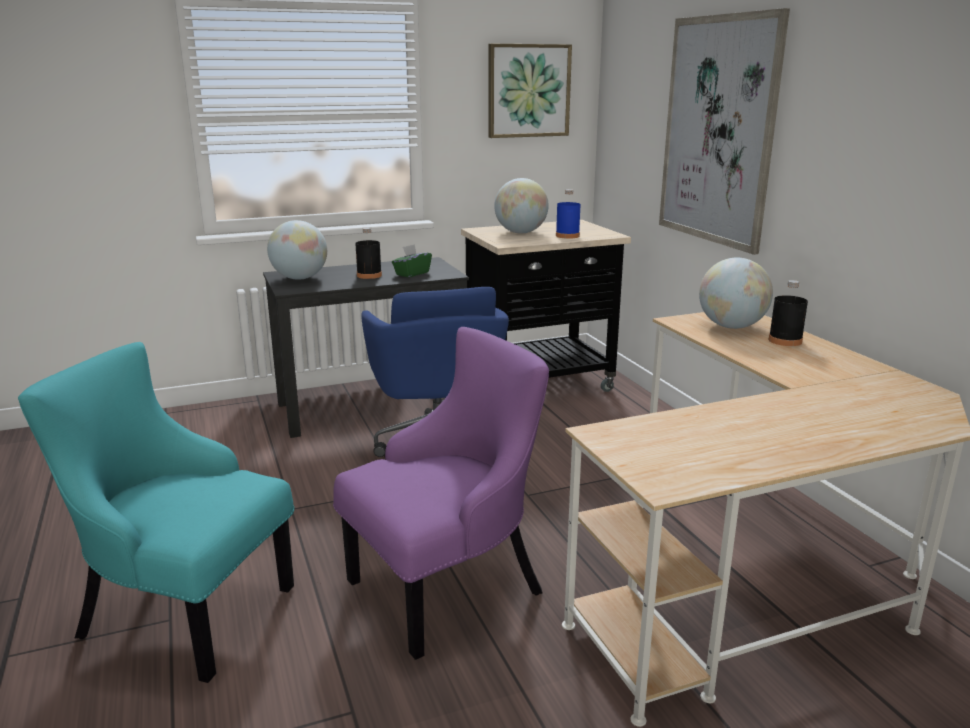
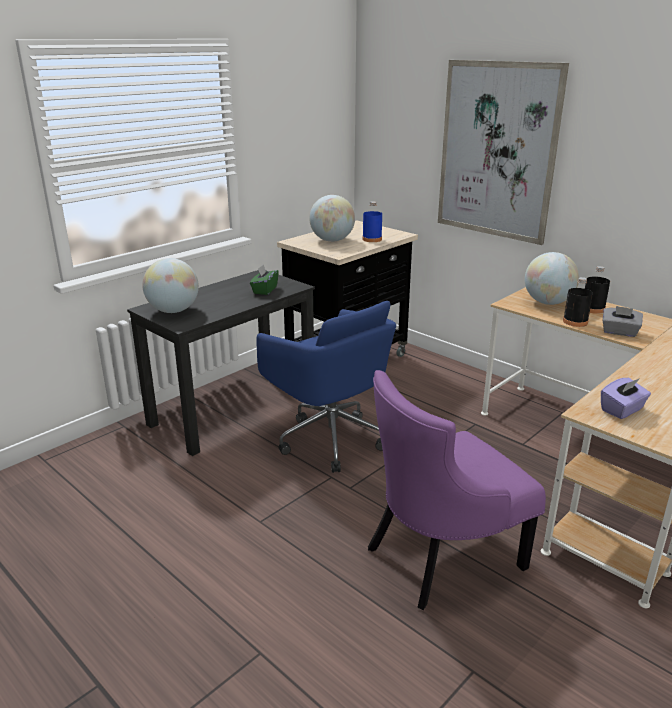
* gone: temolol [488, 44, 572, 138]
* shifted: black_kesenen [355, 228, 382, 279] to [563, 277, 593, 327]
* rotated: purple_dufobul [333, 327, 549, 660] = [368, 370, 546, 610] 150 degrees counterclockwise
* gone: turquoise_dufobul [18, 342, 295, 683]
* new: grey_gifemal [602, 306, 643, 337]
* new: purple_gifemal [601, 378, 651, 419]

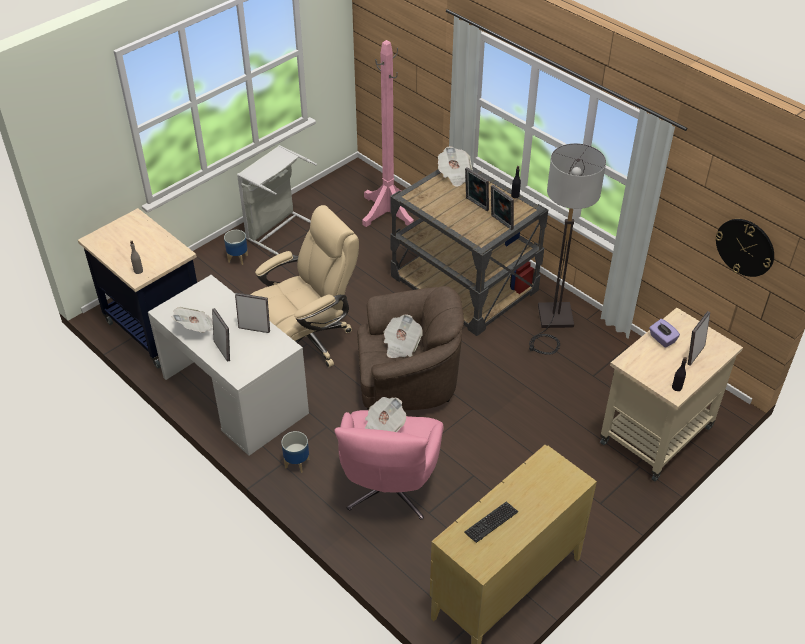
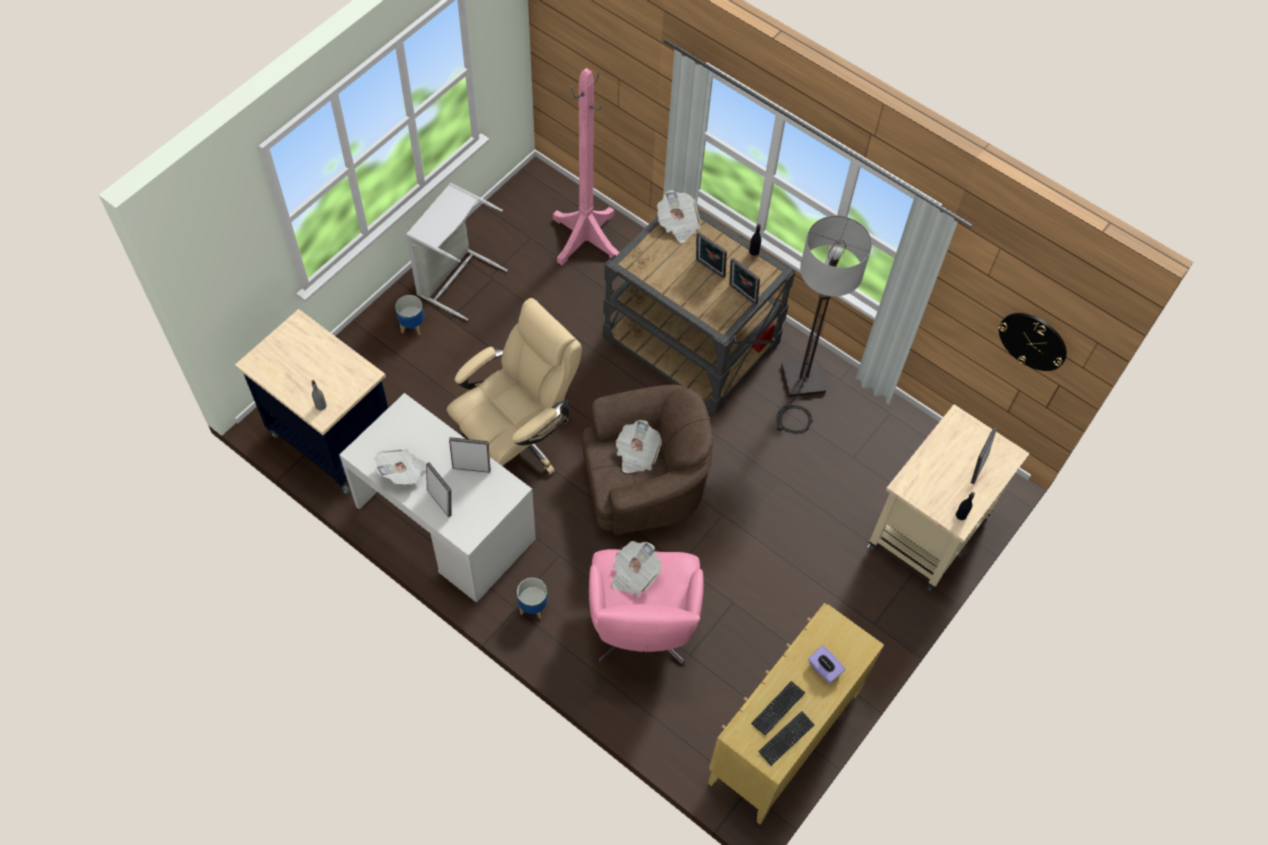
* shifted: purple_gifemal [649, 319, 680, 348] to [808, 646, 845, 683]
* new: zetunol [758, 711, 815, 766]

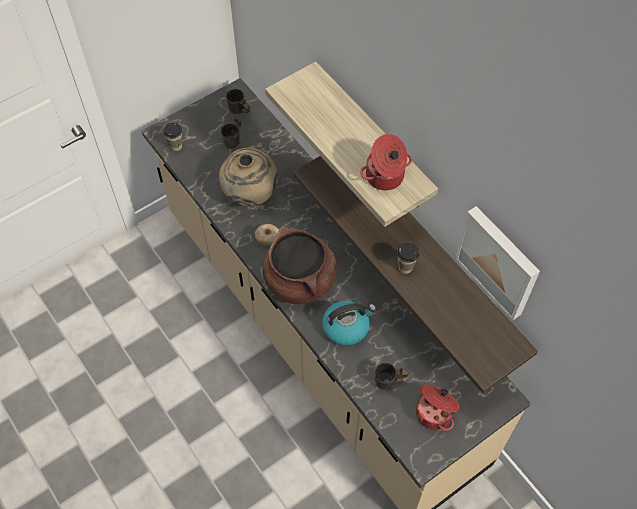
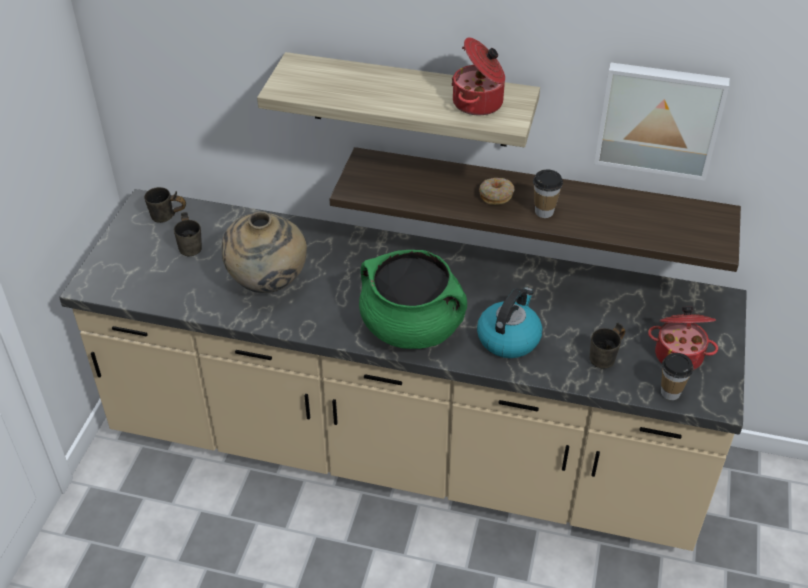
* shifted: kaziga [163, 122, 182, 151] to [661, 353, 693, 400]
* shifted: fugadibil [255, 224, 279, 245] to [479, 178, 515, 205]
* repainted: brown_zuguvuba [262, 226, 337, 304] to green_zuguvuba [359, 250, 467, 349]

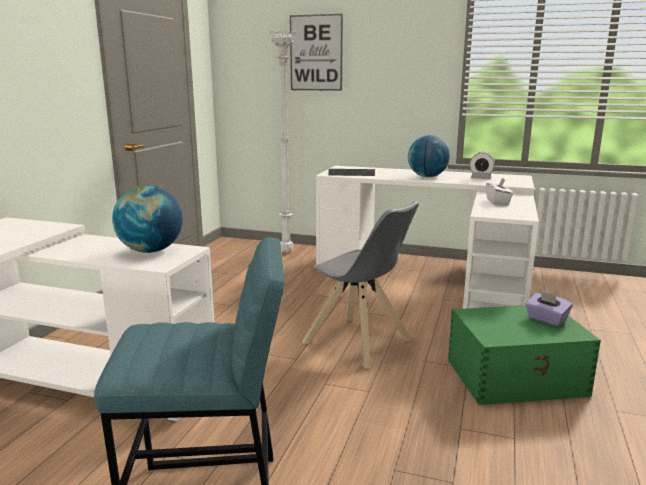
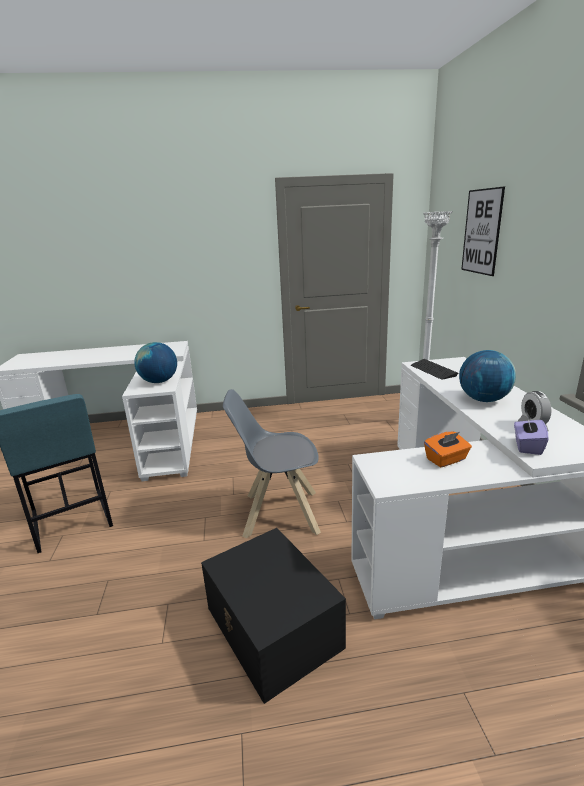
* repainted: white_gifemal [486, 178, 513, 204] to orange_gifemal [424, 431, 472, 467]
* rotated: grey_dufobul [302, 201, 419, 369] = [223, 389, 321, 539] 75 degrees clockwise
* shifted: purple_gifemal [525, 291, 573, 326] to [514, 414, 549, 455]
* repainted: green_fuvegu [448, 305, 601, 405] to black_fuvegu [201, 528, 346, 704]

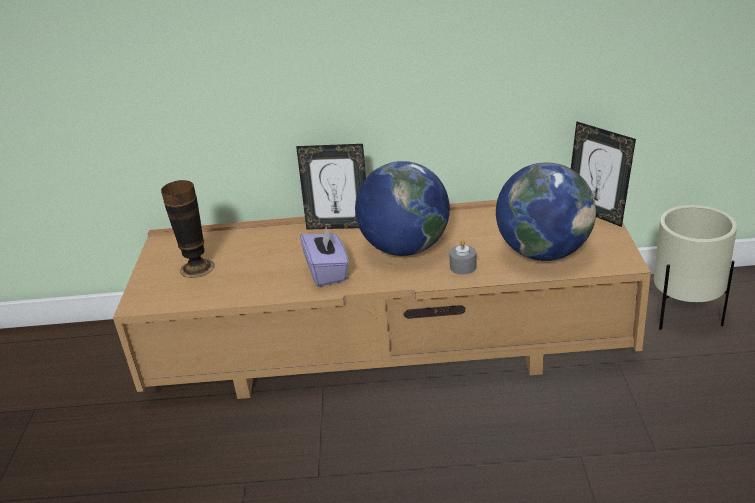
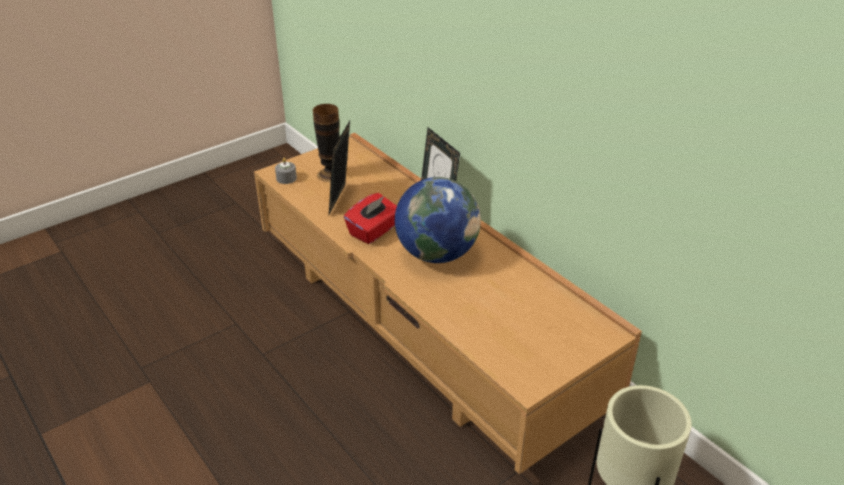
* shifted: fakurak [571, 121, 636, 227] to [329, 121, 350, 214]
* gone: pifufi [496, 162, 596, 261]
* repainted: purple_gifemal [300, 227, 349, 287] to red_gifemal [344, 193, 397, 244]
* shifted: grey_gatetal [449, 240, 477, 274] to [275, 158, 297, 184]

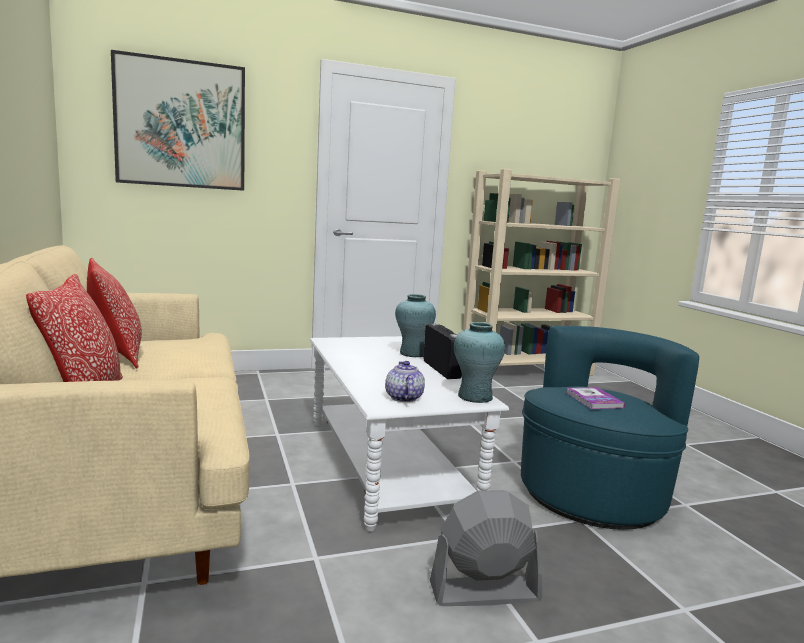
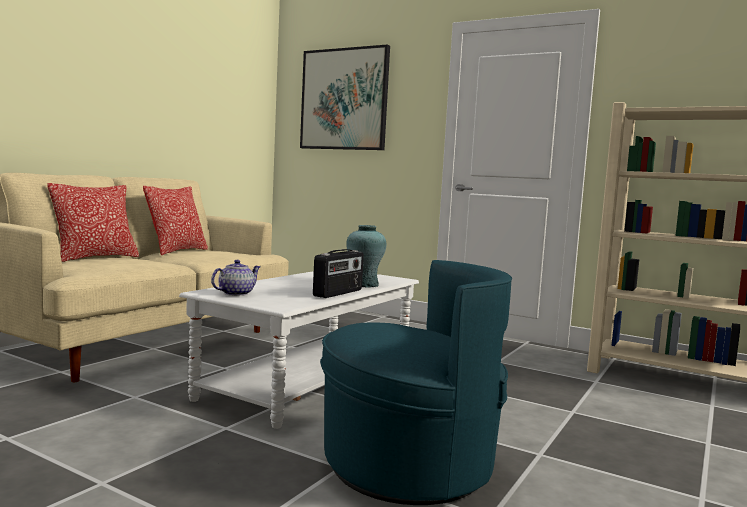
* gone: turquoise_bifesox [454, 322, 505, 403]
* gone: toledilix [566, 387, 625, 409]
* gone: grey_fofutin [430, 490, 543, 606]

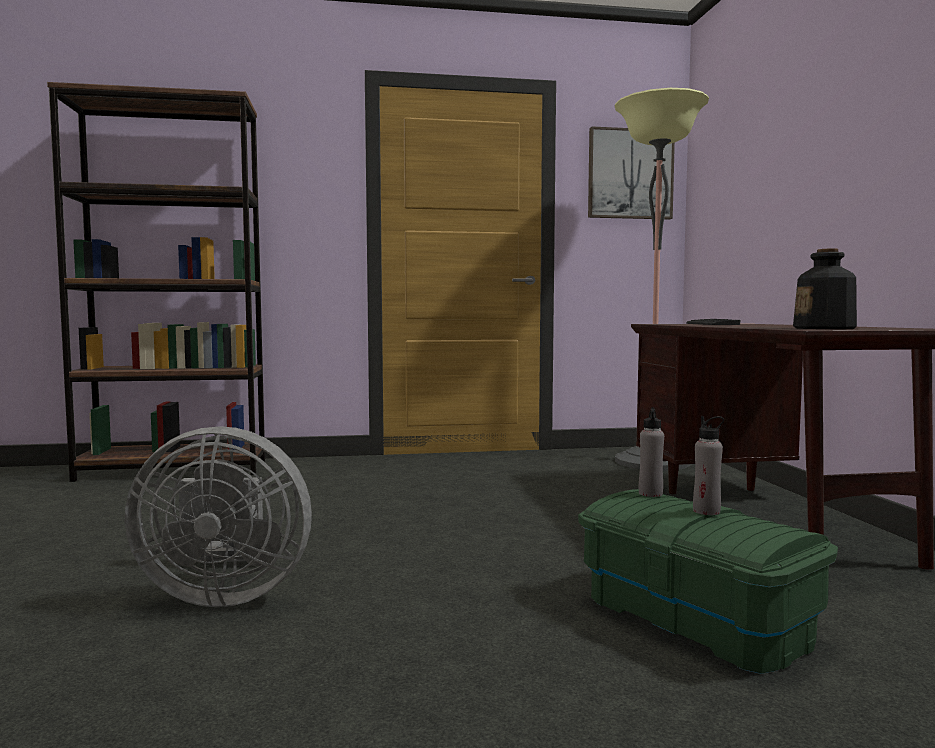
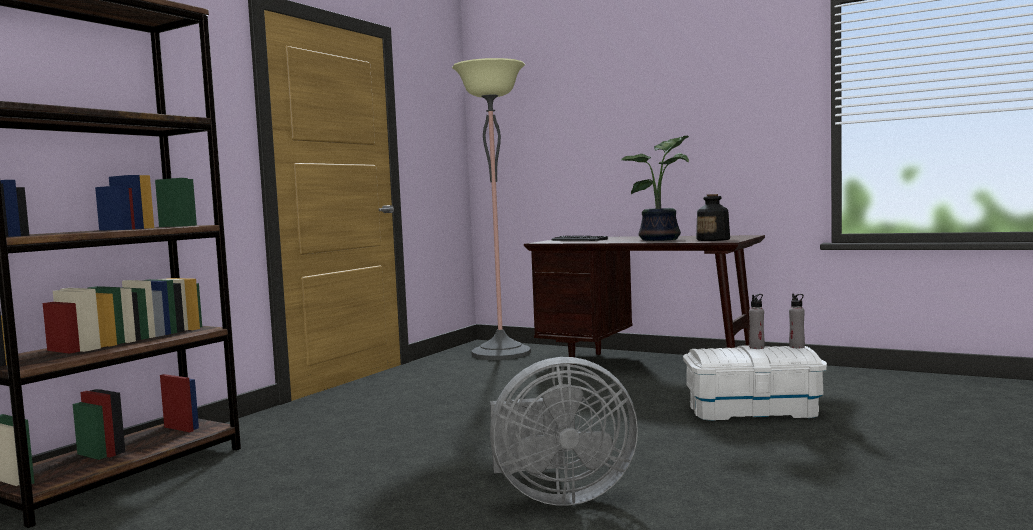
* gone: temolol [588, 126, 675, 219]
* shifted: grey_kesenen [639, 407, 664, 497] to [789, 293, 805, 348]
* rotated: grey_fofutin [125, 426, 312, 607] = [490, 357, 638, 505] 45 degrees clockwise
* repainted: green_fuvegu [578, 489, 838, 674] to white_fuvegu [683, 345, 827, 421]
* new: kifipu [621, 135, 689, 241]

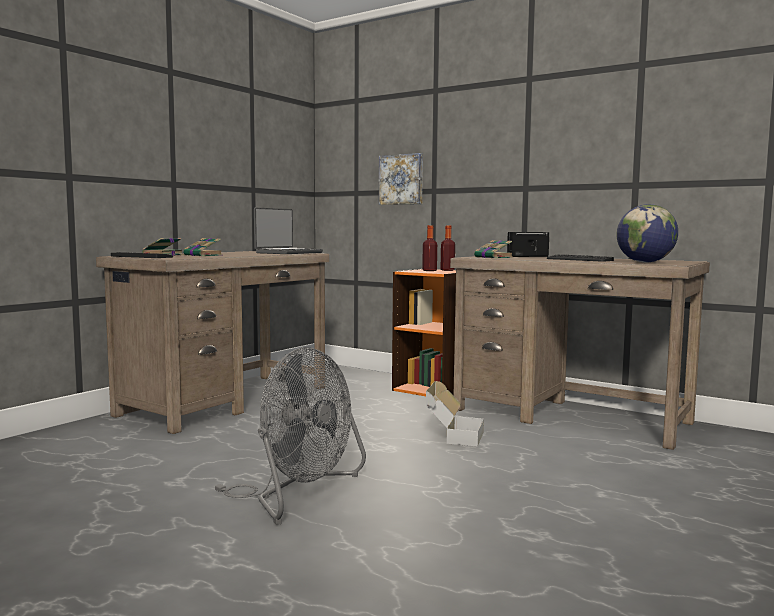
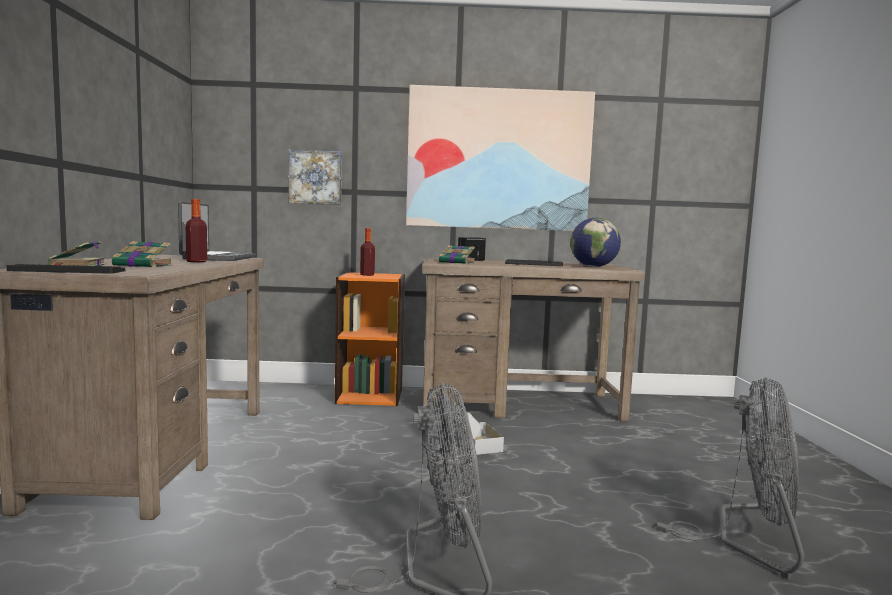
* shifted: kesenen [441, 226, 455, 271] to [186, 199, 207, 262]
* new: temolol [406, 85, 595, 231]
* new: grey_fofutin [654, 377, 804, 580]

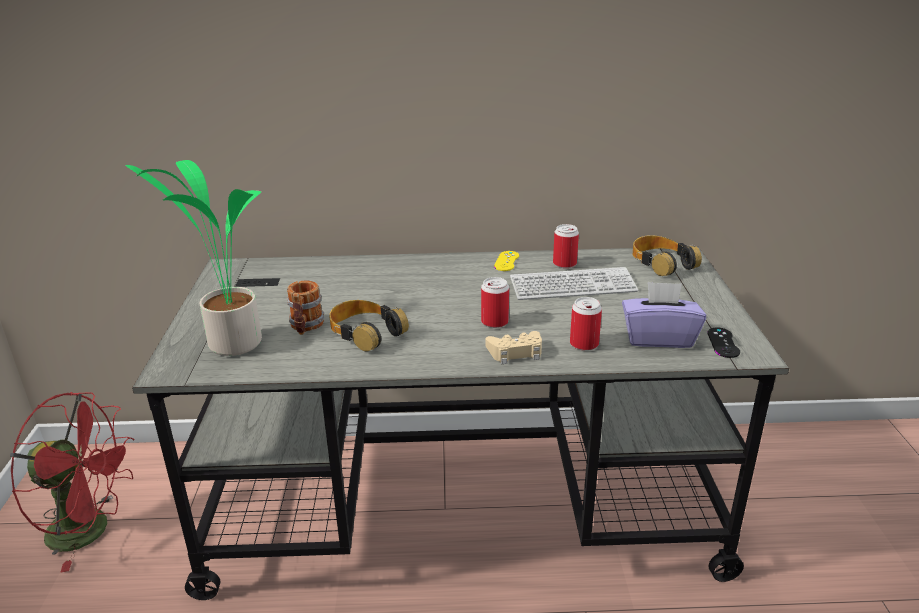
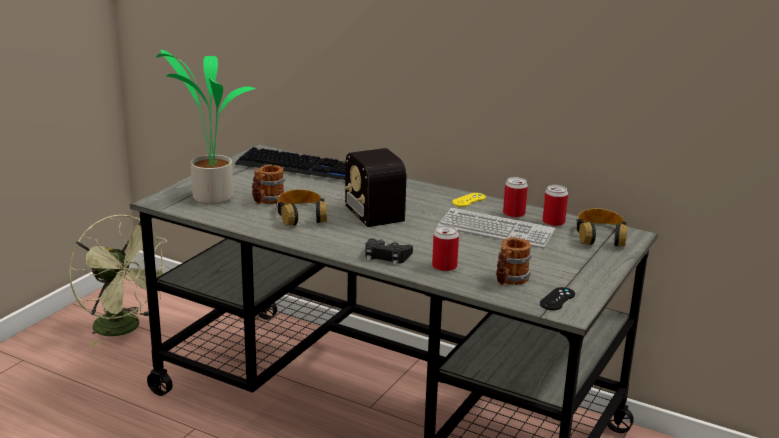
* shifted: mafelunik [481, 277, 509, 328] to [542, 185, 568, 226]
* swapped: purple_gifemal [622, 282, 706, 348] to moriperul [496, 237, 532, 285]
* repainted: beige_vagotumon [485, 331, 542, 364] to black_vagotumon [365, 239, 413, 265]
* repainted: red_fofutin [10, 392, 134, 573] to green_fofutin [69, 215, 171, 346]
* new: zetunol [235, 147, 345, 180]
* new: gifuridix [334, 148, 406, 227]

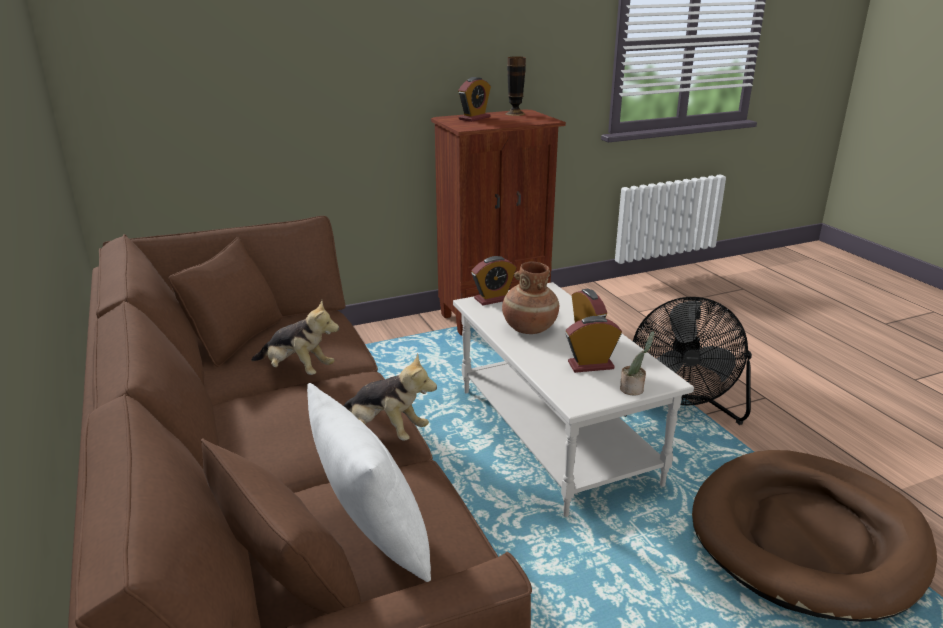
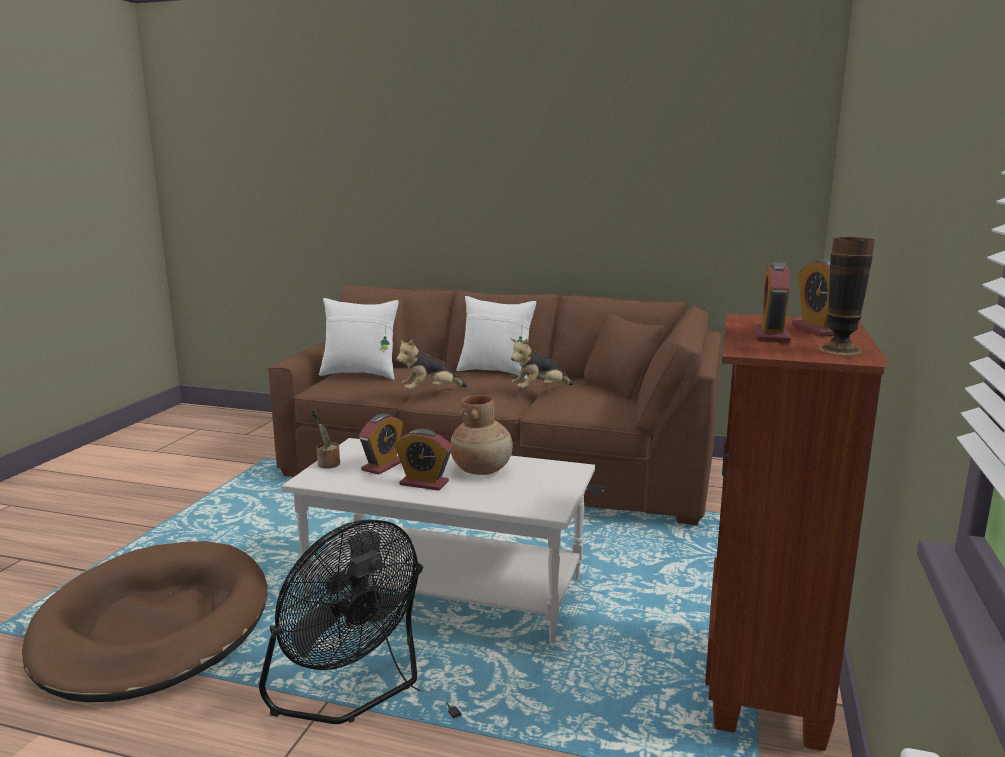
* shifted: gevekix [471, 256, 517, 305] to [754, 262, 791, 343]
* new: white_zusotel [456, 296, 536, 379]

